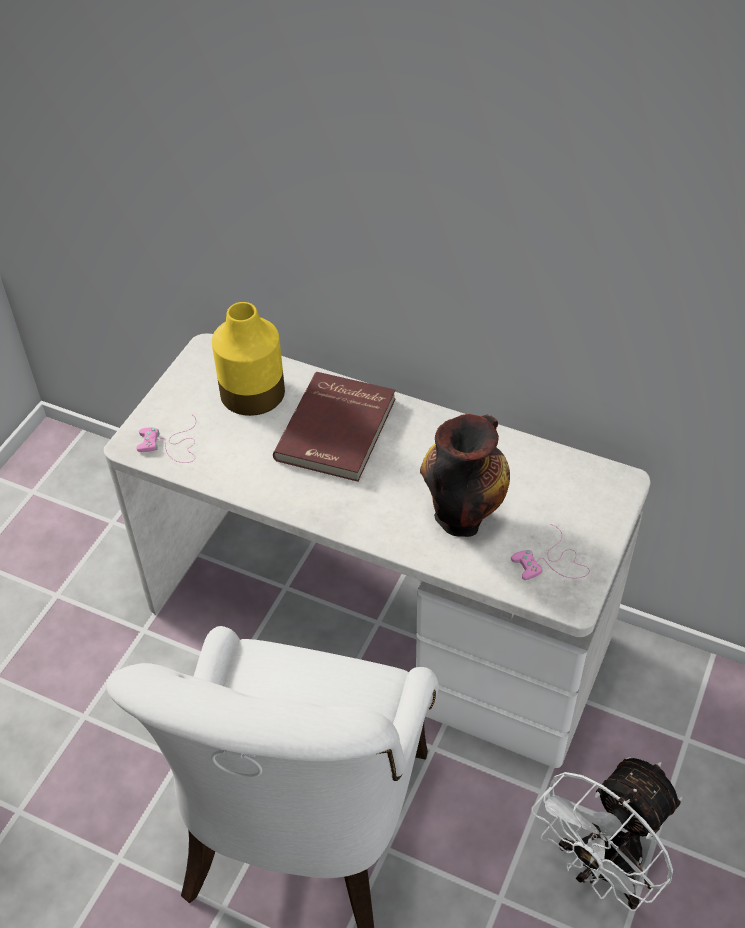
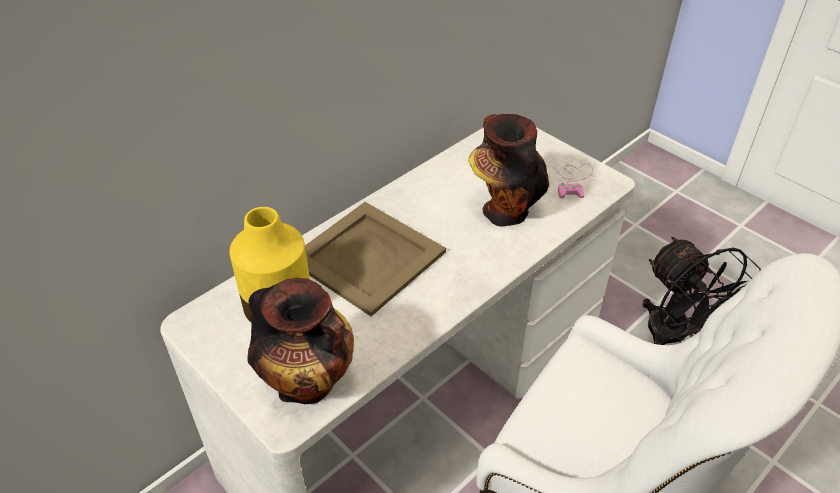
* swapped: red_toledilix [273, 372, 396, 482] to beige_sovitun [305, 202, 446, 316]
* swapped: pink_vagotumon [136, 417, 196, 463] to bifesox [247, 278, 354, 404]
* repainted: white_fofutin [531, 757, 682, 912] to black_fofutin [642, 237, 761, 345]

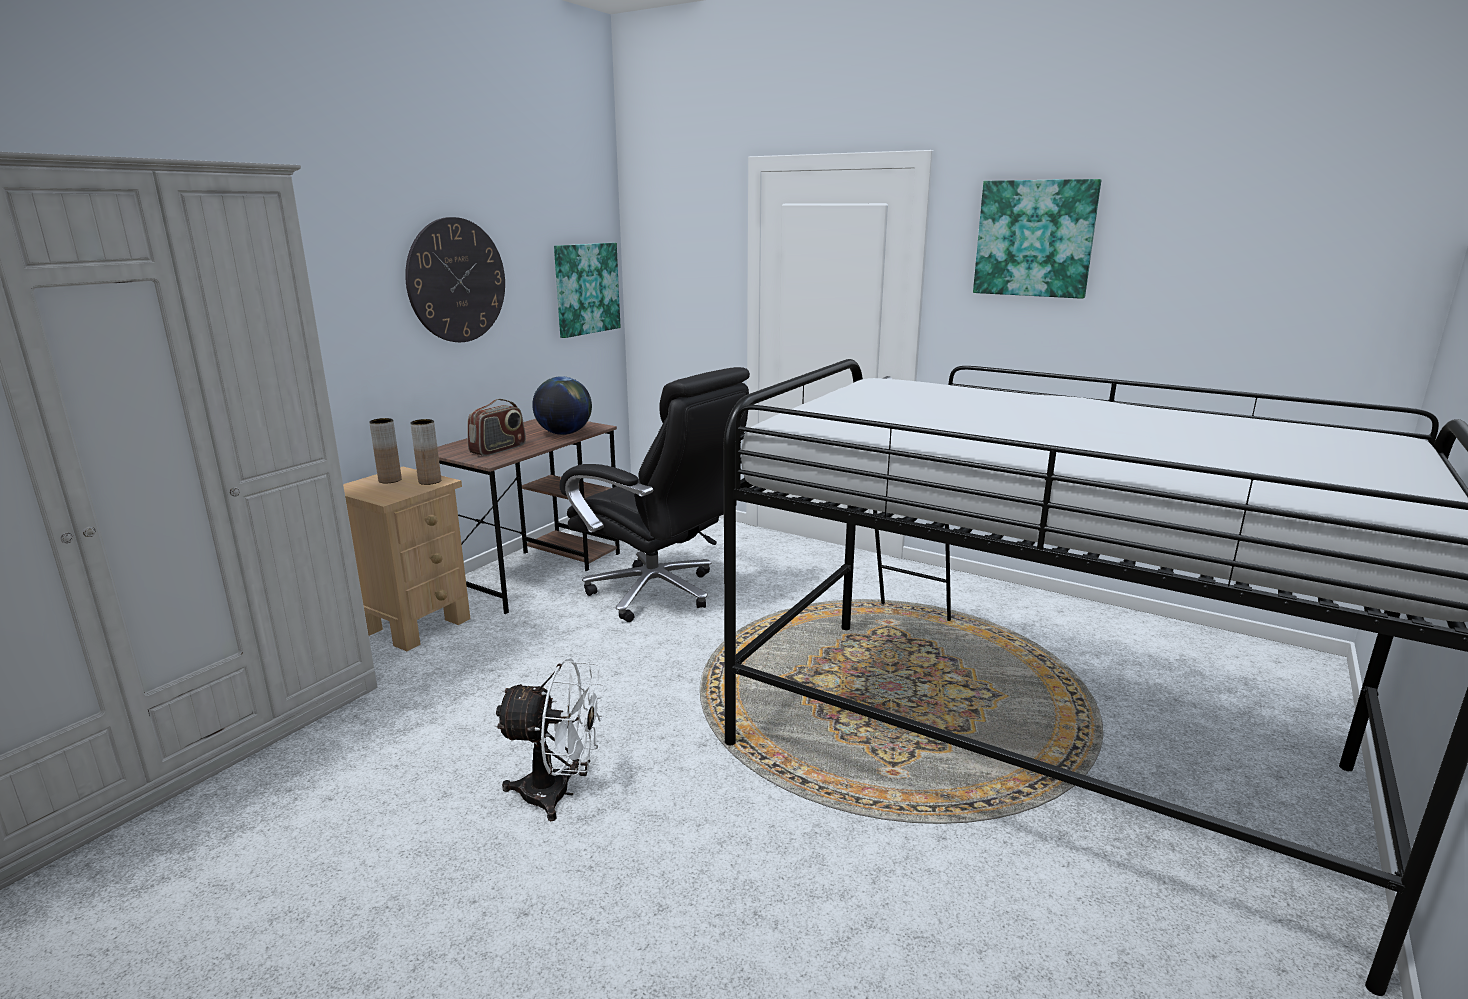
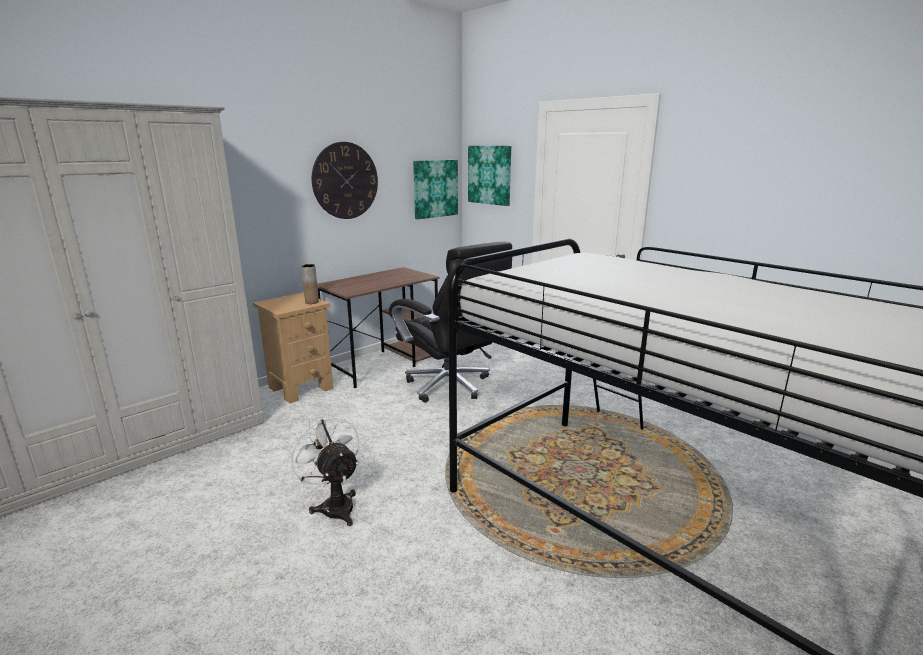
* shifted: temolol [973, 179, 1101, 299] to [468, 146, 511, 206]
* gone: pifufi [532, 376, 592, 435]
* gone: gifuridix [467, 399, 526, 456]
* gone: brown_bifesox [369, 418, 402, 483]
* rotated: white_fofutin [493, 658, 604, 821] = [286, 412, 359, 526] 150 degrees counterclockwise

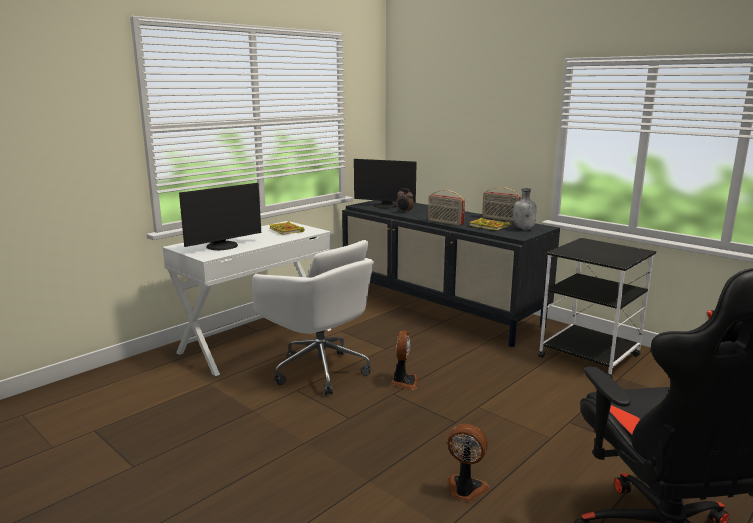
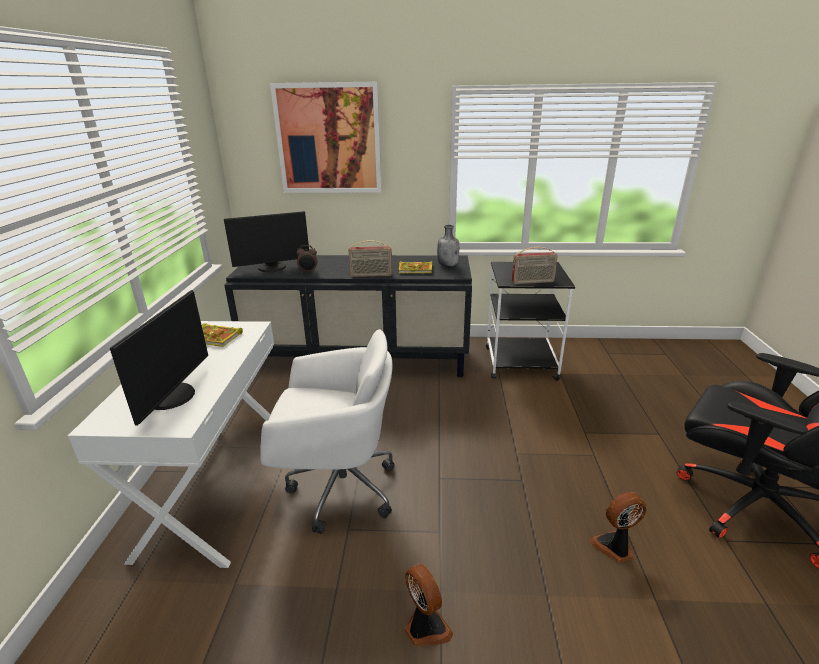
* shifted: gifuridix [482, 187, 521, 221] to [512, 247, 557, 284]
* shifted: fofutin [391, 330, 418, 390] to [404, 564, 454, 646]
* new: temolol [270, 82, 382, 193]

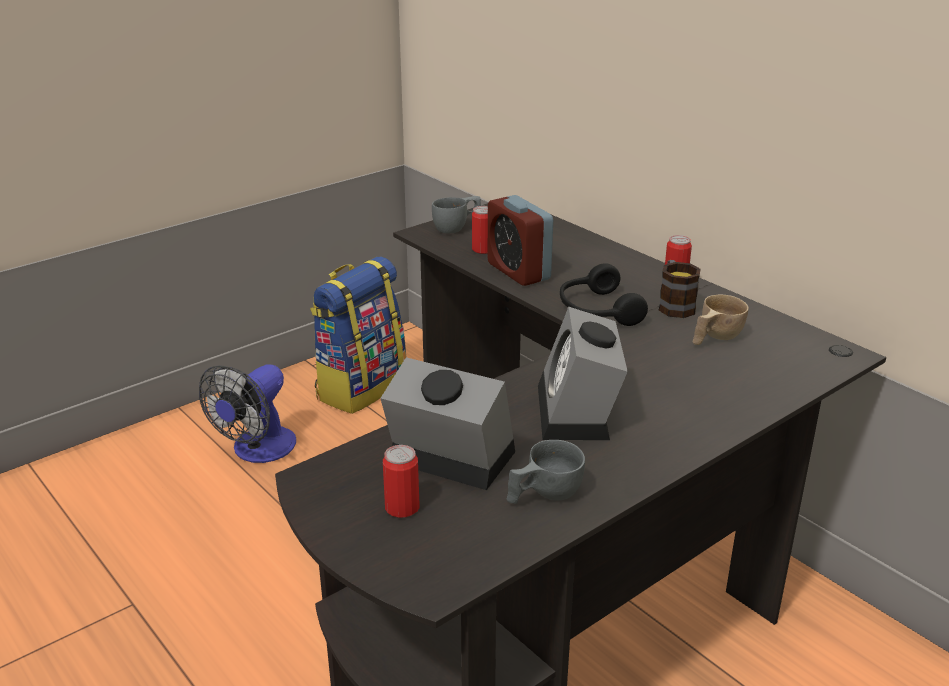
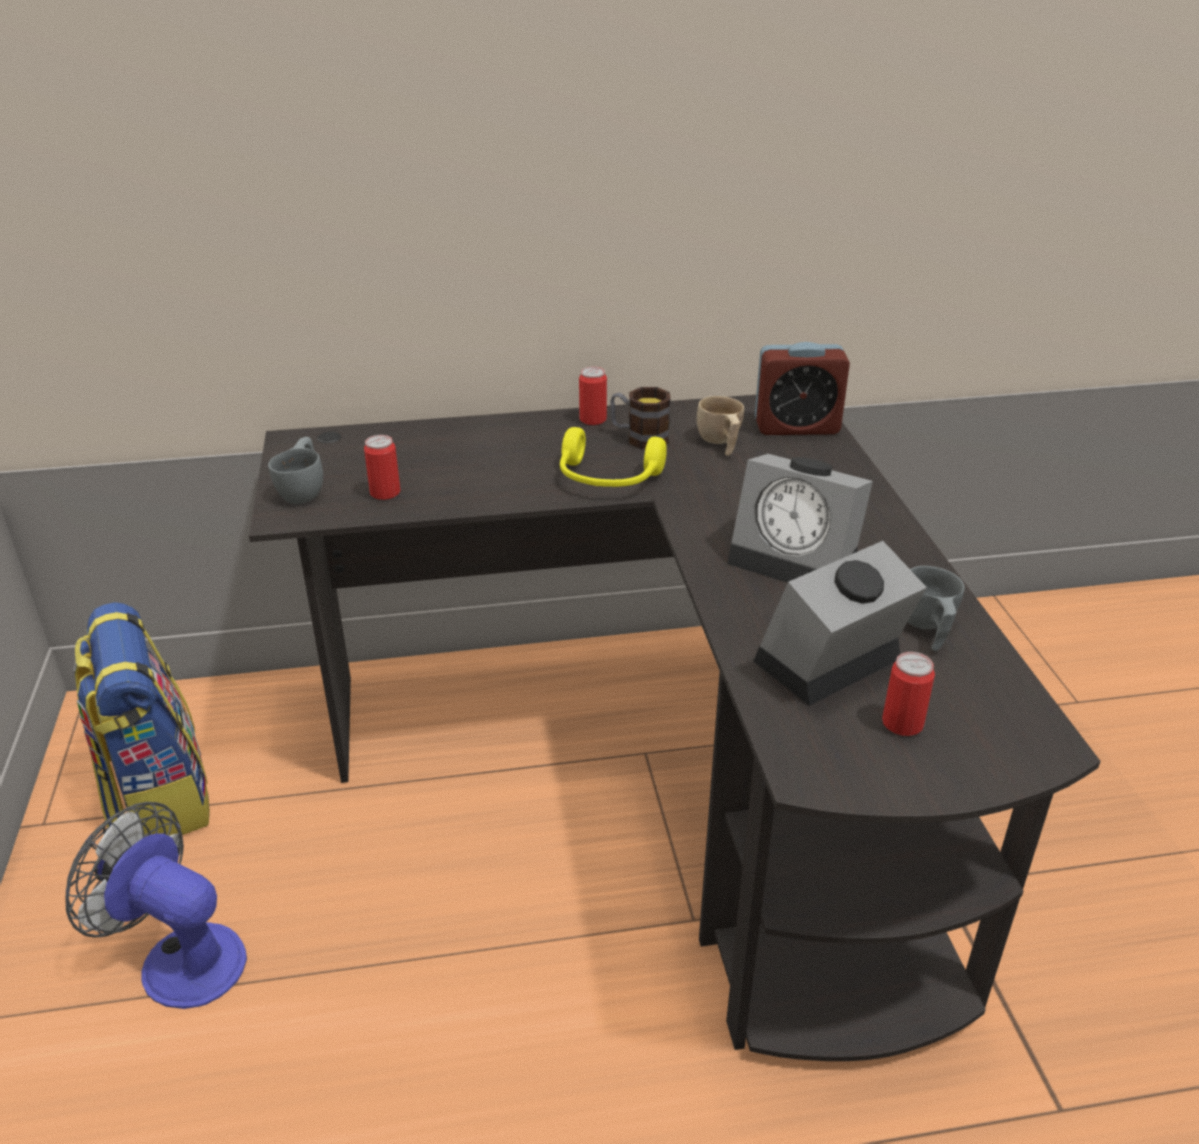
* shifted: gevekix [487, 195, 553, 286] to [755, 342, 850, 435]
* repainted: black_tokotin [560, 263, 648, 326] to yellow_tokotin [560, 427, 667, 487]
* rotated: fofutin [199, 364, 296, 463] = [65, 802, 247, 1009] 150 degrees clockwise

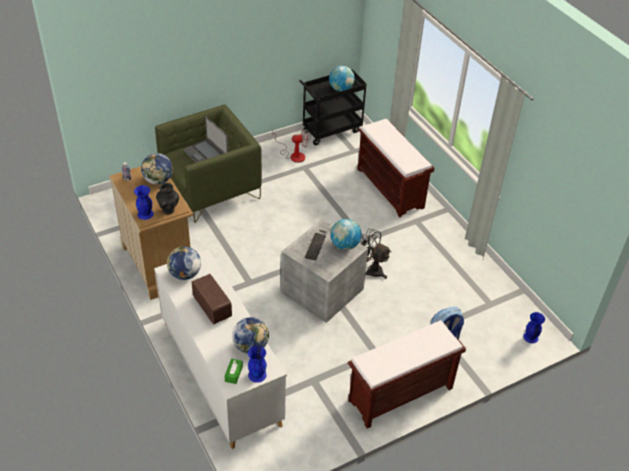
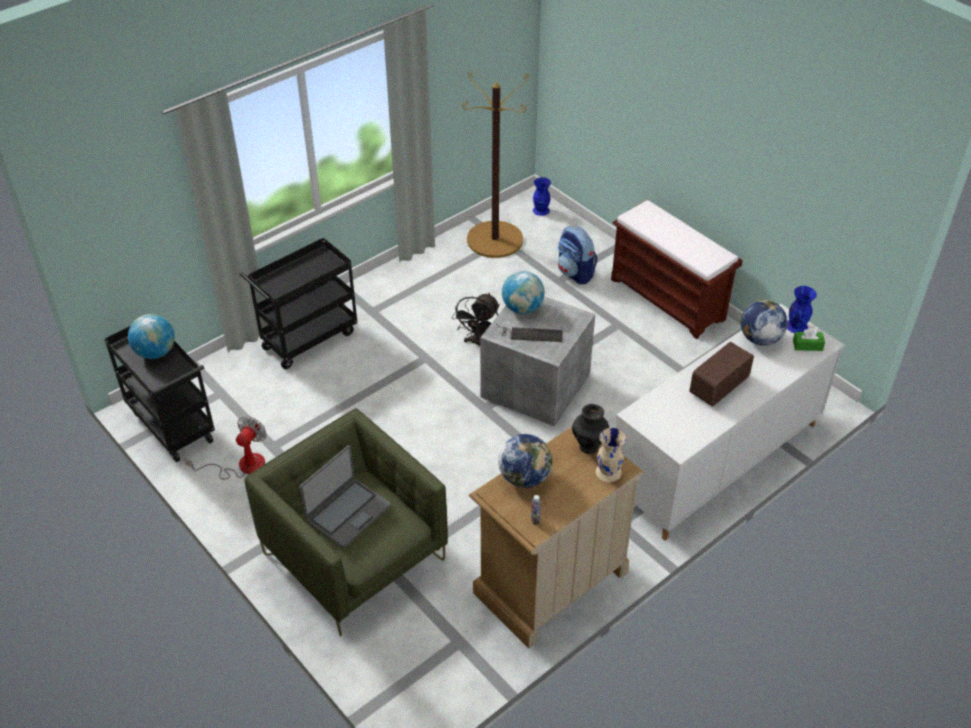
* swapped: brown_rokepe [357, 119, 434, 217] to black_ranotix [239, 238, 357, 369]
* rotated: fofutin [272, 129, 308, 163] = [184, 416, 267, 479] 45 degrees clockwise
* repainted: blue_bifesox [134, 185, 154, 220] to beige_bifesox [596, 428, 626, 482]
* gone: pifufi [167, 246, 201, 280]
* new: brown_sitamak [462, 72, 529, 258]

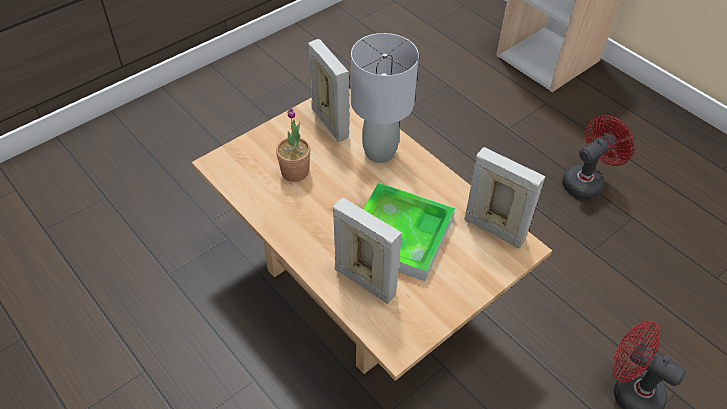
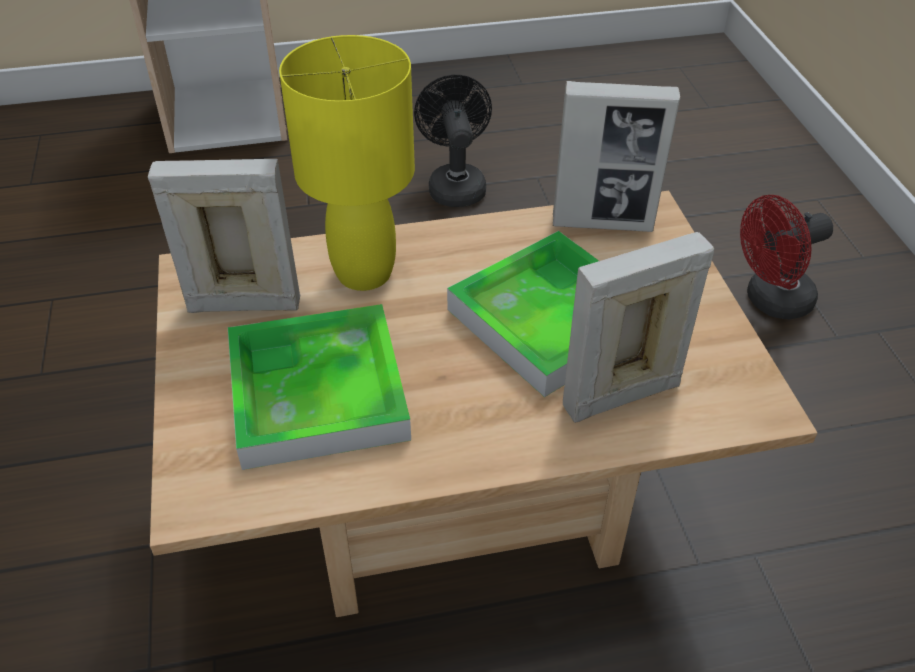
* repainted: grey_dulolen [351, 33, 419, 163] to yellow_dulolen [279, 35, 415, 291]
* swapped: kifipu [276, 108, 311, 182] to sovitun [228, 304, 411, 470]
* repainted: red_fofutin [562, 115, 634, 199] to black_fofutin [414, 75, 492, 207]
* rotated: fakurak [464, 147, 545, 249] = [553, 81, 680, 232] 150 degrees counterclockwise

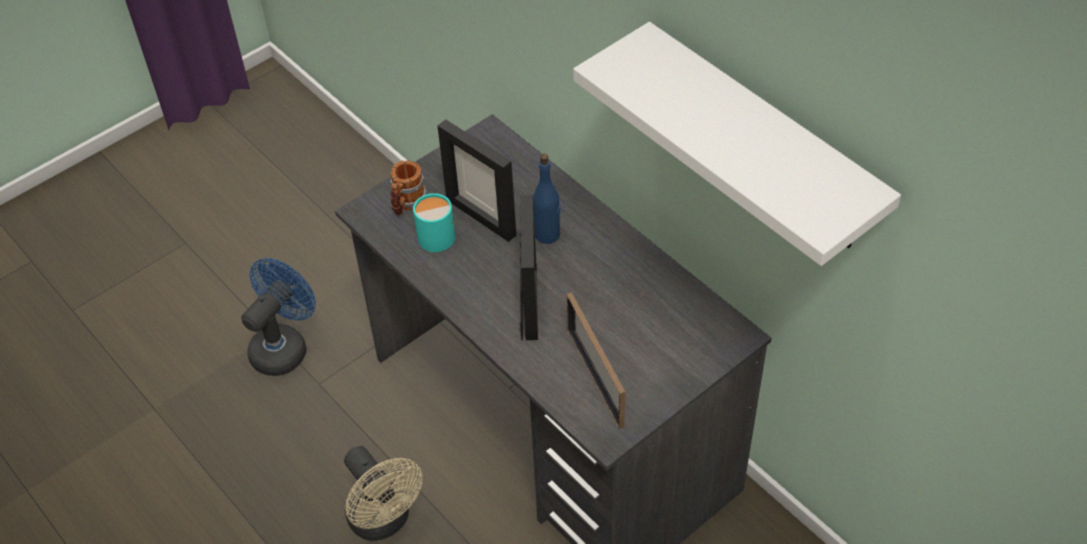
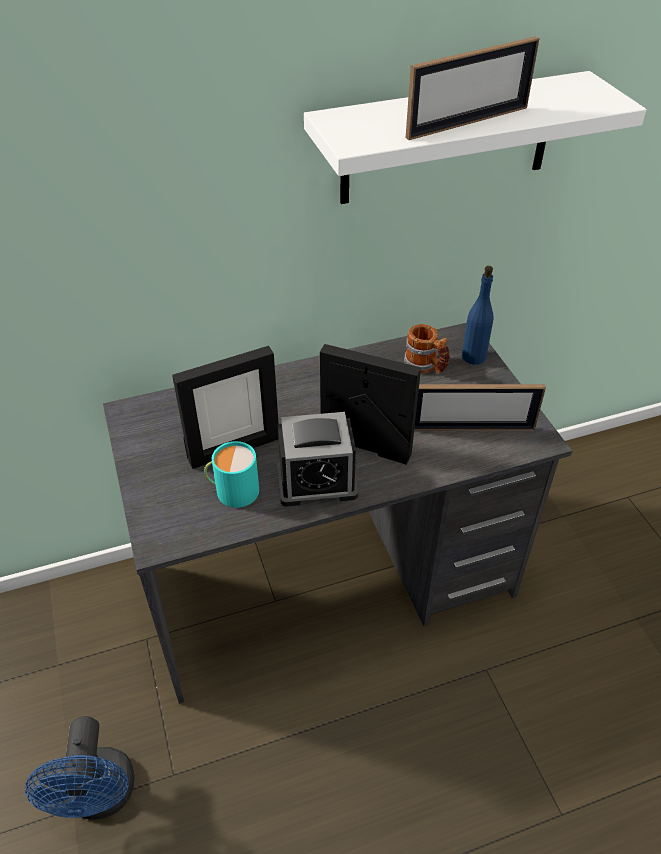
* shifted: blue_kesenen [533, 153, 561, 244] to [462, 266, 494, 365]
* shifted: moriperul [390, 160, 427, 215] to [404, 324, 450, 374]
* rotated: blue_fofutin [241, 258, 316, 376] = [25, 716, 135, 820] 150 degrees counterclockwise
* gone: beige_fofutin [344, 446, 423, 541]
* new: fakurak [406, 36, 539, 140]
* new: gevekix [277, 412, 358, 507]

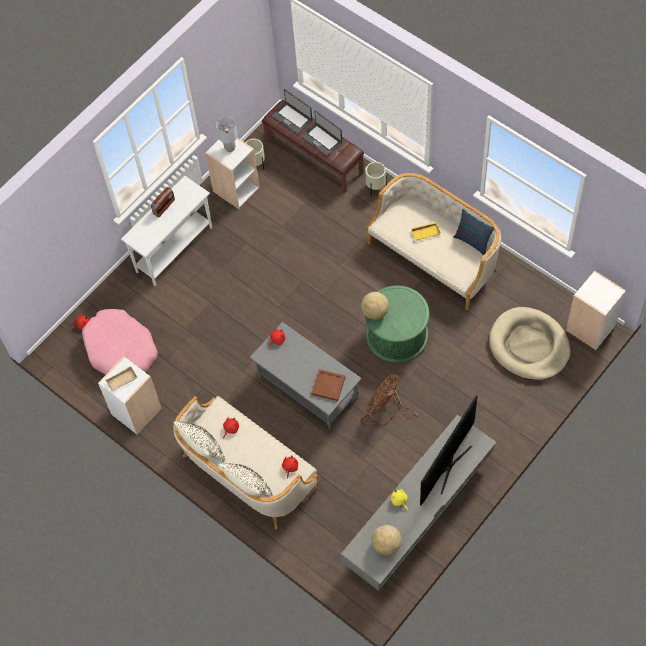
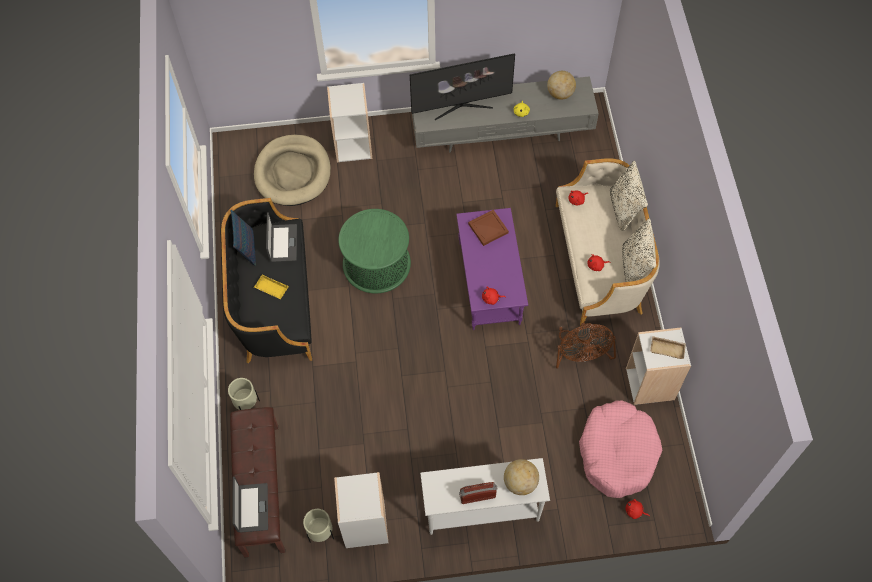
* shifted: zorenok [301, 110, 342, 156] to [266, 212, 297, 262]
* gone: grey_dulolen [216, 117, 237, 152]
* repainted: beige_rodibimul [367, 173, 501, 310] to black_rodibimul [221, 198, 312, 363]
* shifted: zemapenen [566, 271, 626, 350] to [327, 83, 373, 163]
* shifted: pifufi [361, 292, 389, 320] to [504, 459, 539, 495]
* repainted: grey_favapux [249, 322, 362, 429] to purple_favapux [456, 208, 528, 330]
* shifted: brown_fofutin [360, 374, 419, 425] to [556, 323, 616, 368]

